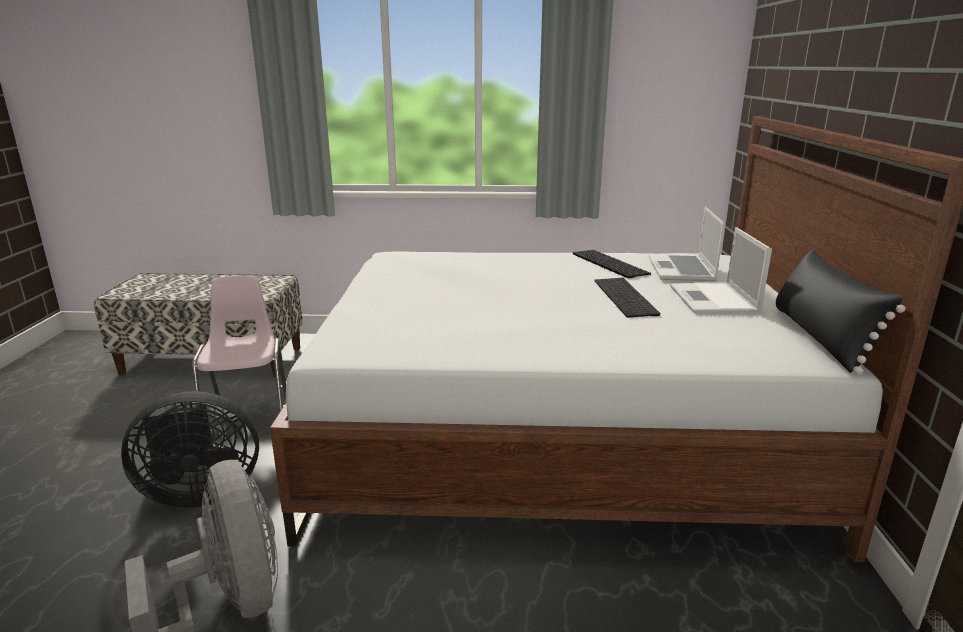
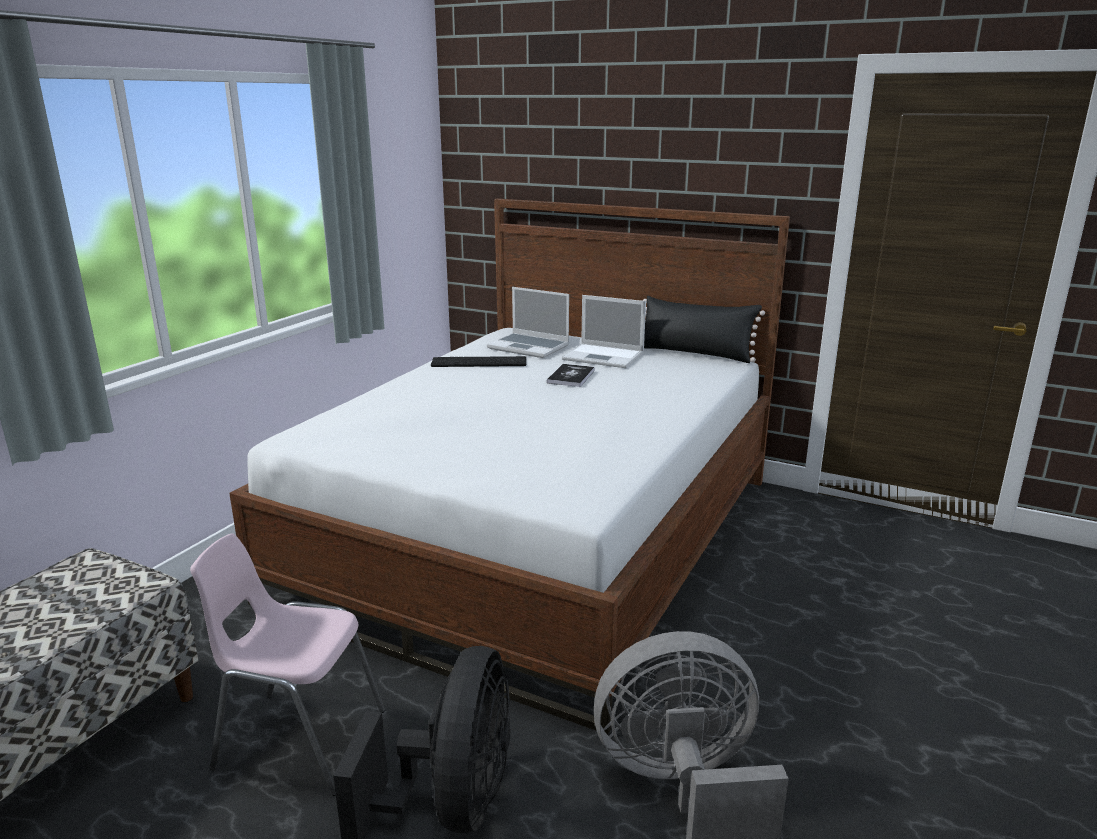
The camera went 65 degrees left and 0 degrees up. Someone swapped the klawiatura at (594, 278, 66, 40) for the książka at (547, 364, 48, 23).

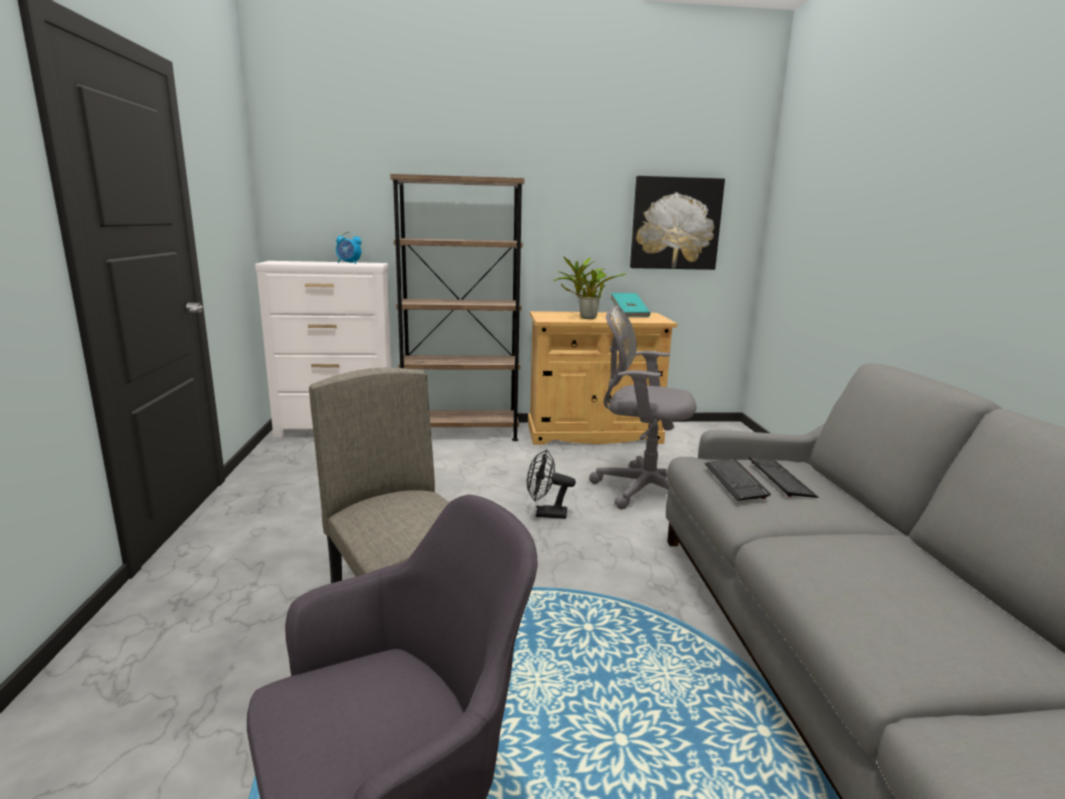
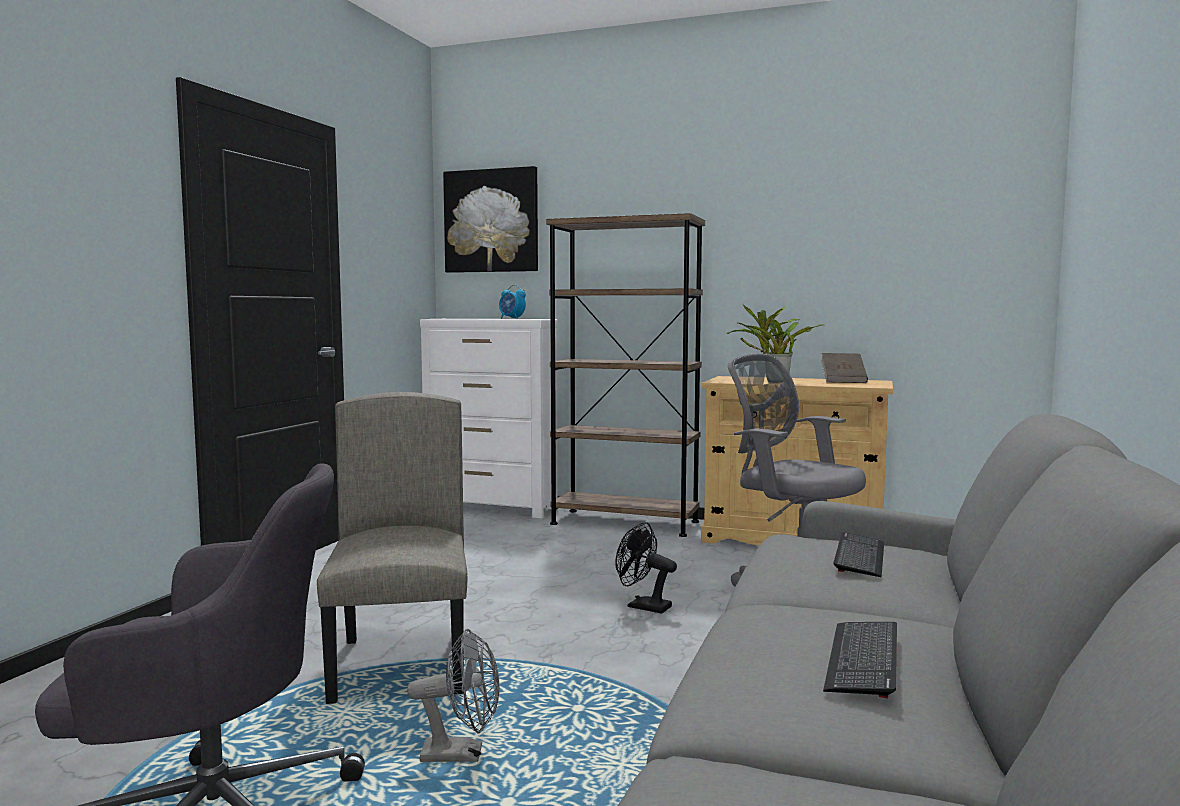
The camera went 25 degrees right and 10 degrees down. Someone repainted the książka/turkusowy at (610, 293, 40, 24), which became the książka/brązowy at (821, 353, 47, 30). Someone carried the obraz from (630, 176, 95, 94) to (443, 166, 95, 107). Someone carried the klawiatura from (705, 458, 66, 43) to (823, 622, 74, 76). Someone put down the wentylator/szary at (407, 629, 92, 133).

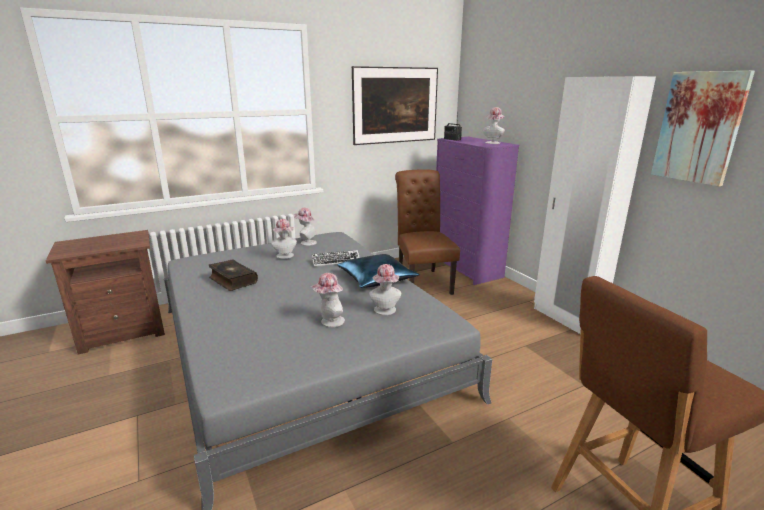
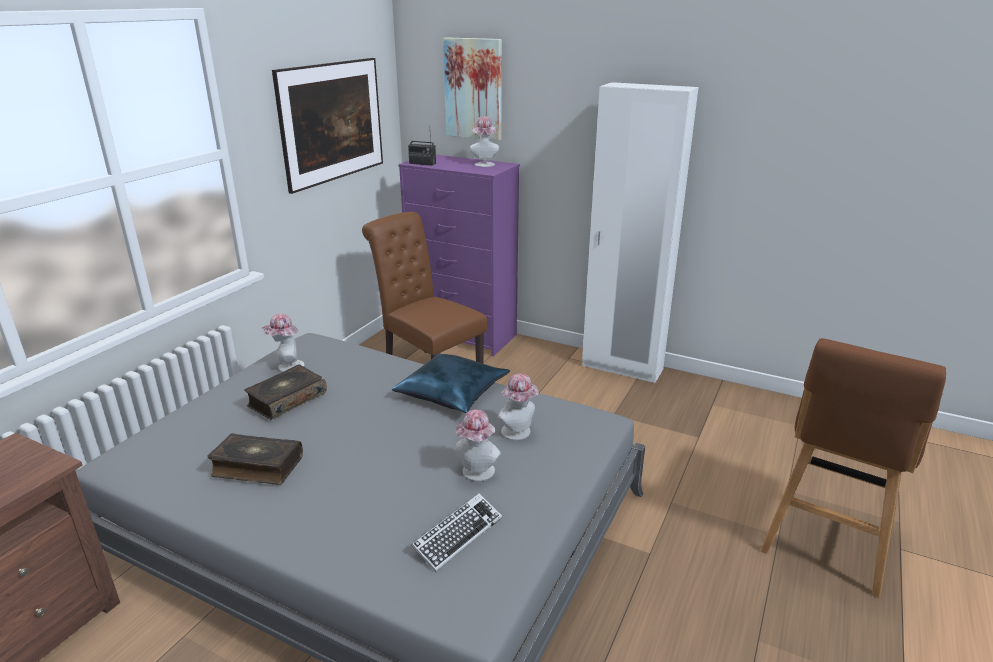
The camera went 35 degrees left and 5 degrees up. Someone swapped the kapelusz at (271, 219, 26, 40) for the książka at (244, 364, 83, 56). Someone carried the klawiatura from (312, 250, 48, 17) to (411, 493, 91, 79). Someone carried the obraz from (651, 71, 104, 116) to (443, 37, 59, 104).

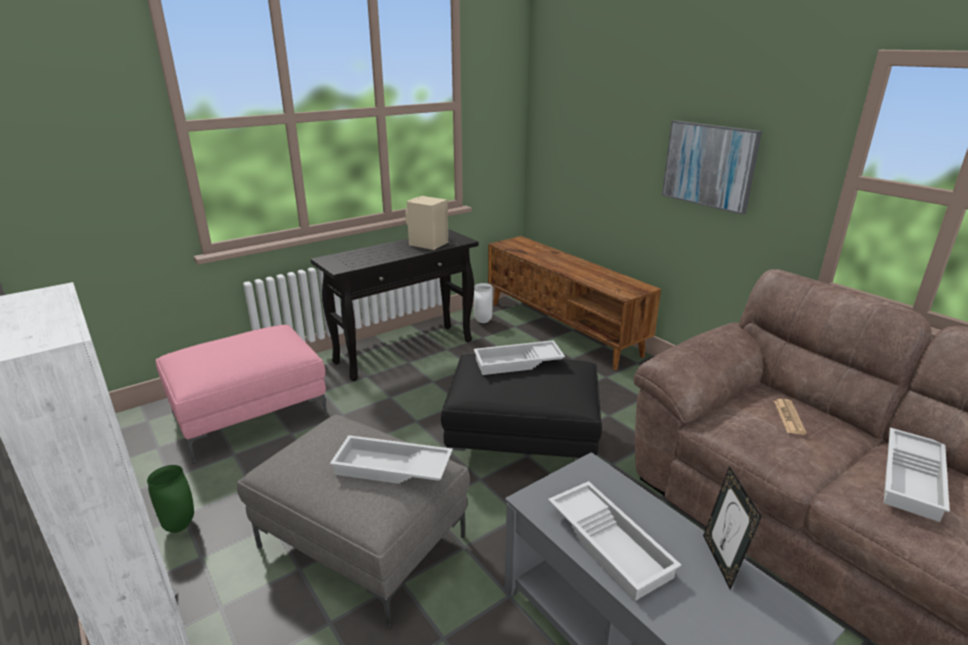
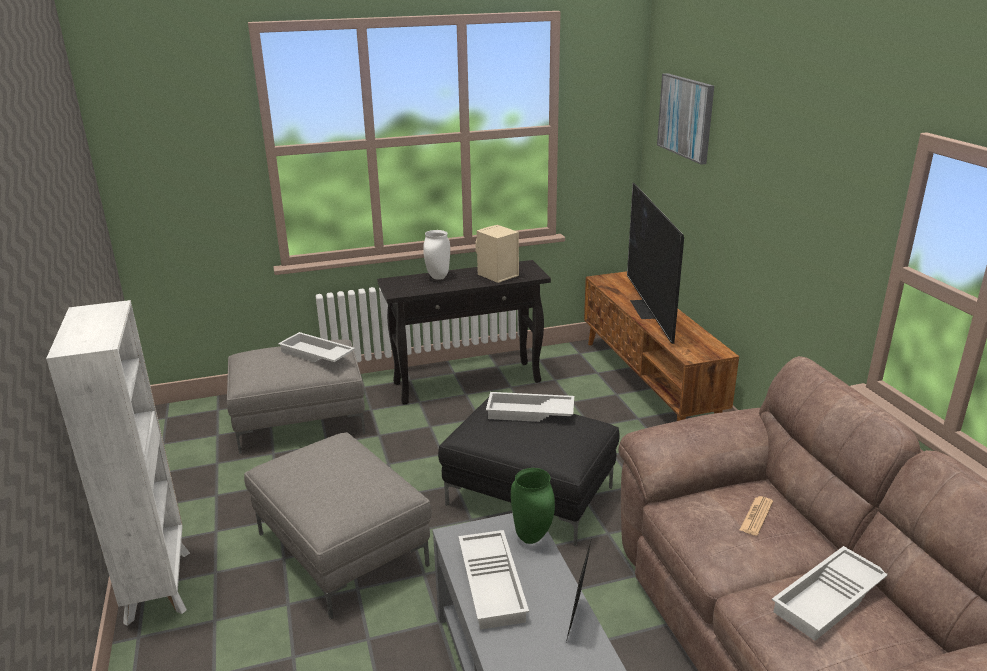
The camera went 20 degrees right and 0 degrees up. Someone carried the wazon/zielony from (147, 465, 47, 68) to (511, 468, 44, 76). Someone repainted the pufa/różowy at (156, 325, 171, 138), which became the pufa/szary at (227, 340, 138, 114). Someone carried the taca/biały from (330, 435, 123, 49) to (278, 332, 77, 30). Someone carried the wazon/biały from (474, 283, 19, 40) to (423, 230, 27, 50). Someone carried the obraz from (662, 120, 100, 95) to (657, 73, 57, 92). Someone put down the telewizor at (627, 183, 57, 161).

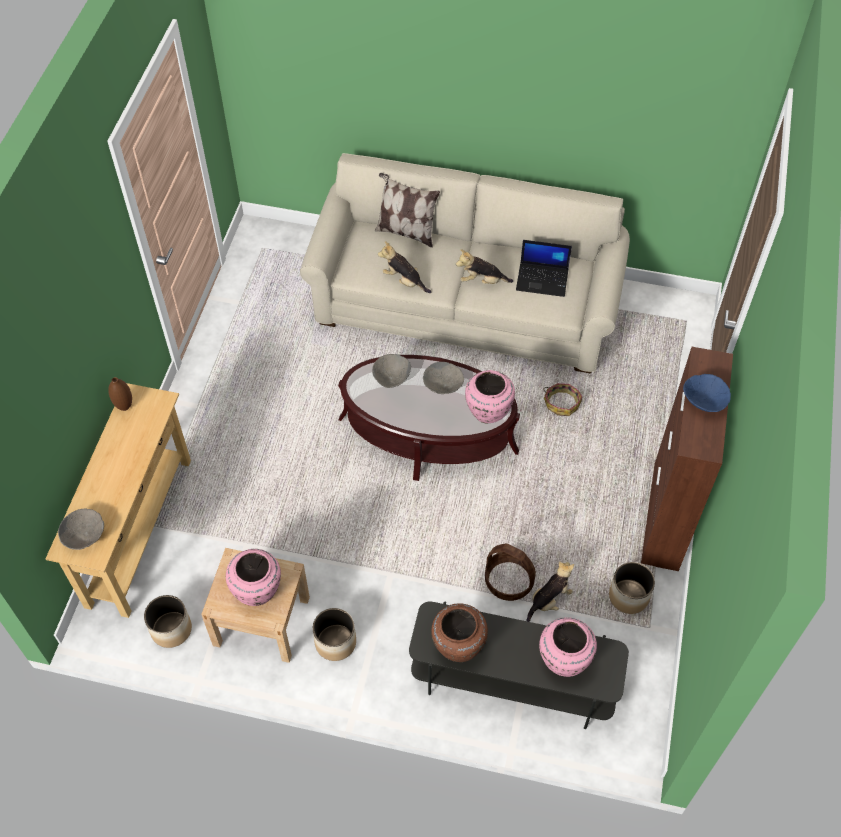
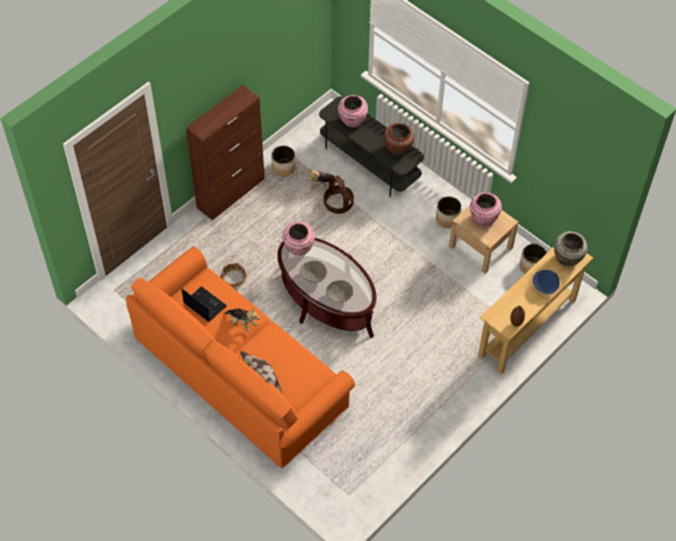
The camera went 150 degrees left and 0 degrees up. Someone swapped the miska/szary at (58, 509, 46, 41) for the wazon/beżowy at (554, 231, 34, 36). Someone repainted the kanapa/beżowy at (300, 153, 330, 221), which became the kanapa/pomarańczowy at (126, 247, 229, 221). Someone took away the pluszak at (378, 241, 53, 52). Someone carried the miska/niebieski from (683, 374, 48, 38) to (533, 270, 27, 24).

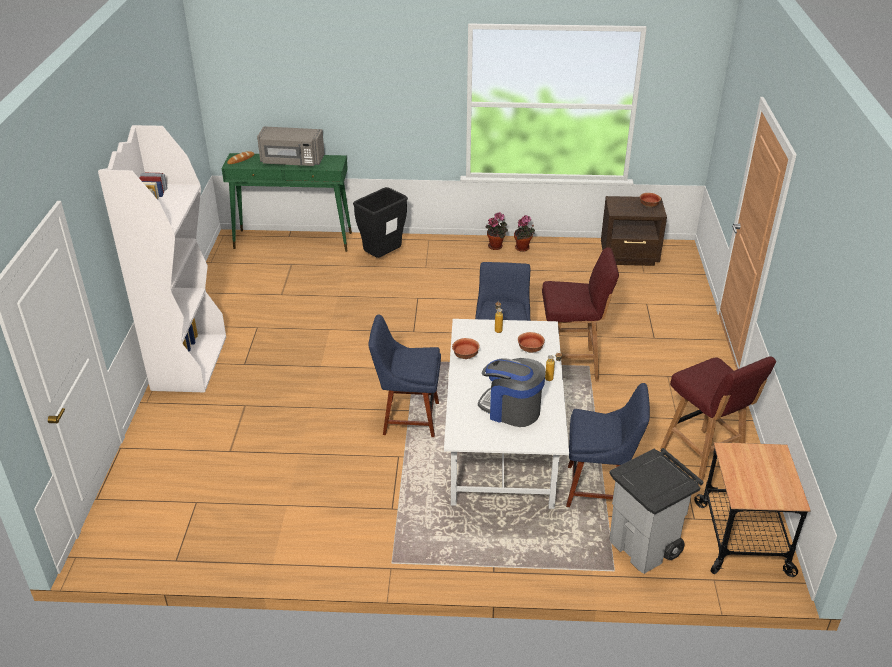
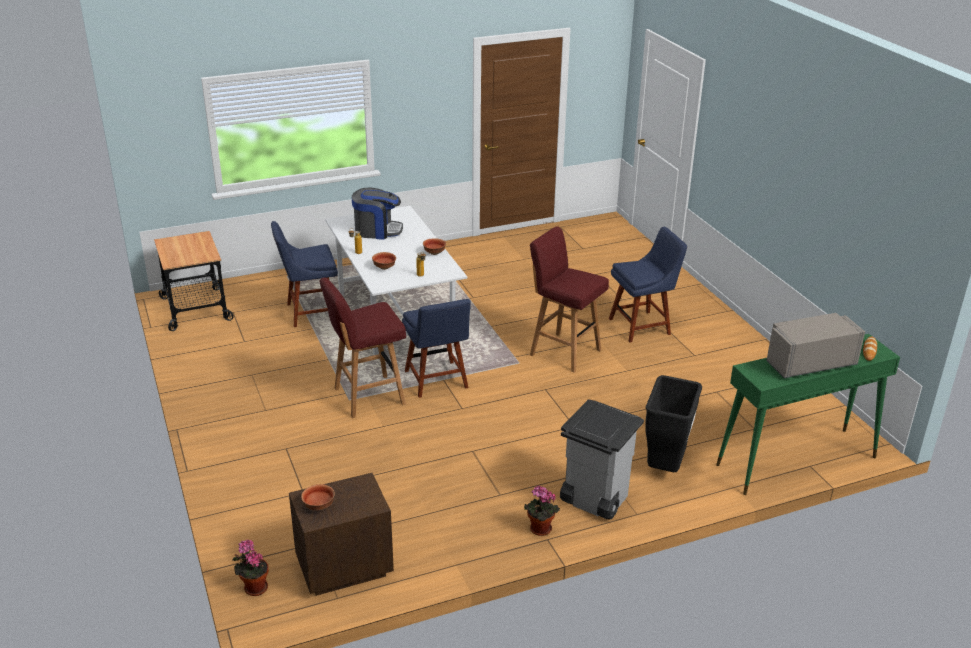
The camera went 155 degrees right and 5 degrees down. Someone took away the regał/biały at (98, 125, 128, 267). Someone carried the krzesło/niebieski from (369, 314, 72, 123) to (609, 227, 78, 116). Someone carried the roślina doniczkowa from (514, 215, 21, 37) to (233, 540, 36, 56). Someone carried the kosz na śmieci/szary from (609, 448, 95, 126) to (560, 399, 84, 121). Someone carried the stołek/czerwony from (660, 356, 116, 129) to (530, 226, 79, 147).

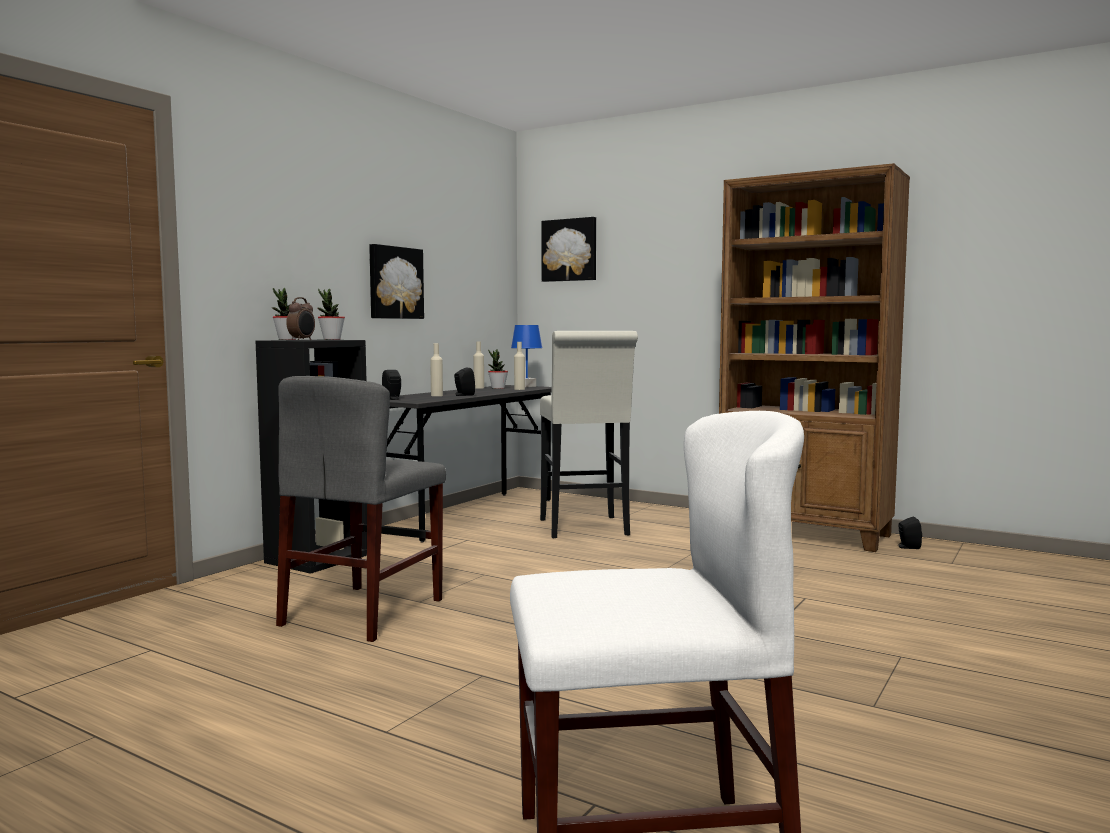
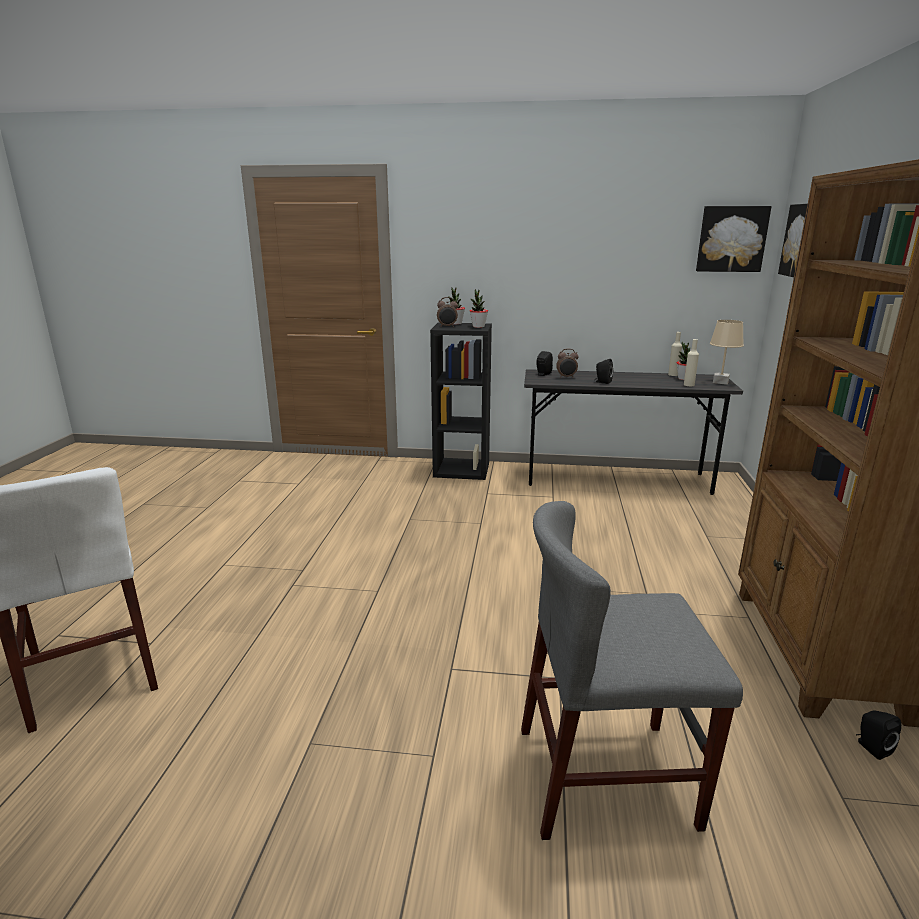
The camera went 65 degrees right and 15 degrees up. Someone carried the krzesło/szary from (276, 376, 170, 266) to (521, 501, 222, 339). Someone carried the obraz from (369, 244, 55, 75) to (696, 206, 76, 66). Someone took away the butelka/beżowy at (430, 343, 13, 53). Someone repainted the lampa stołowa/niebieski at (511, 325, 32, 62), which became the lampa stołowa/beżowy at (710, 320, 34, 65). Someone took away the stołek/biały at (540, 331, 98, 207). Someone put down the budzik at (556, 349, 23, 29).

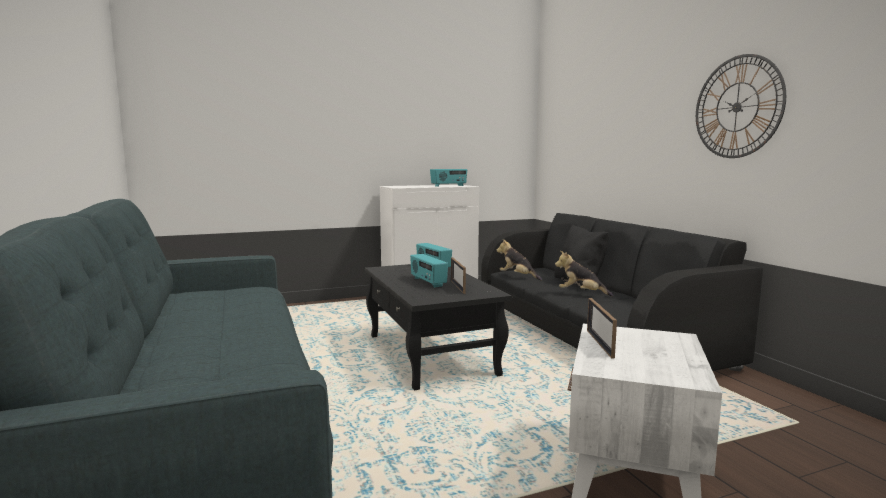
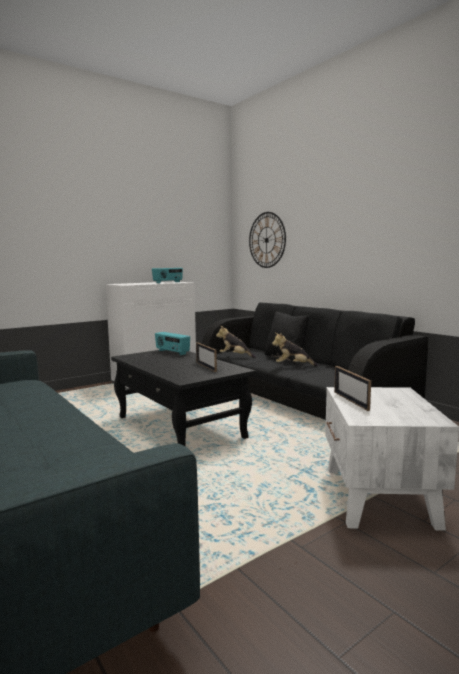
The camera went 15 degrees left and 0 degrees up. Someone took away the radio at (410, 254, 38, 34). Someone carried the zegar ścienny from (696, 54, 90, 104) to (249, 212, 37, 56).

